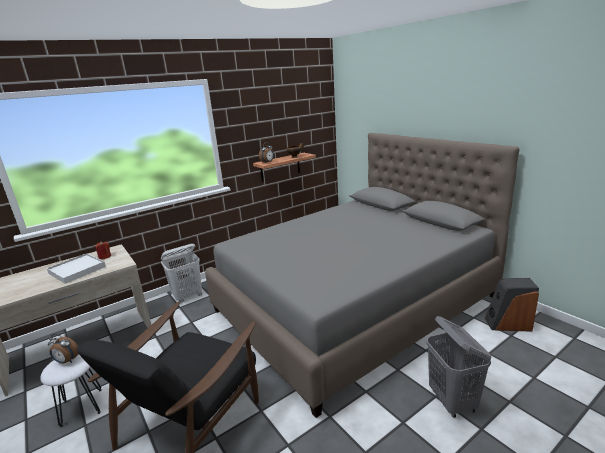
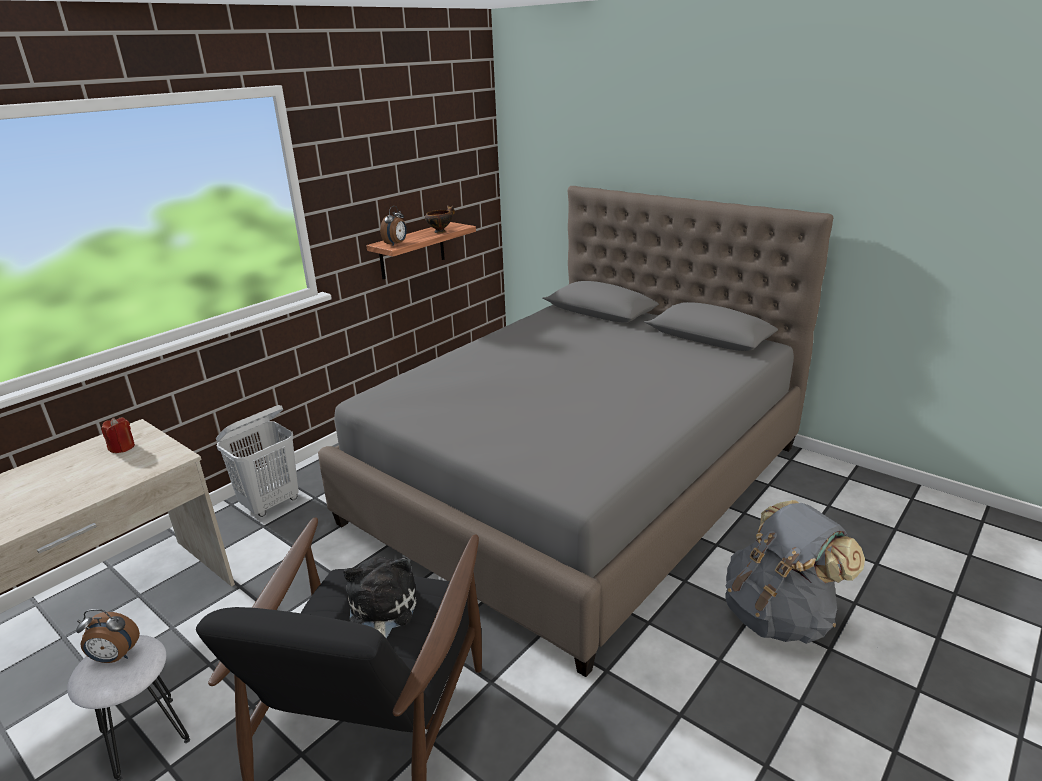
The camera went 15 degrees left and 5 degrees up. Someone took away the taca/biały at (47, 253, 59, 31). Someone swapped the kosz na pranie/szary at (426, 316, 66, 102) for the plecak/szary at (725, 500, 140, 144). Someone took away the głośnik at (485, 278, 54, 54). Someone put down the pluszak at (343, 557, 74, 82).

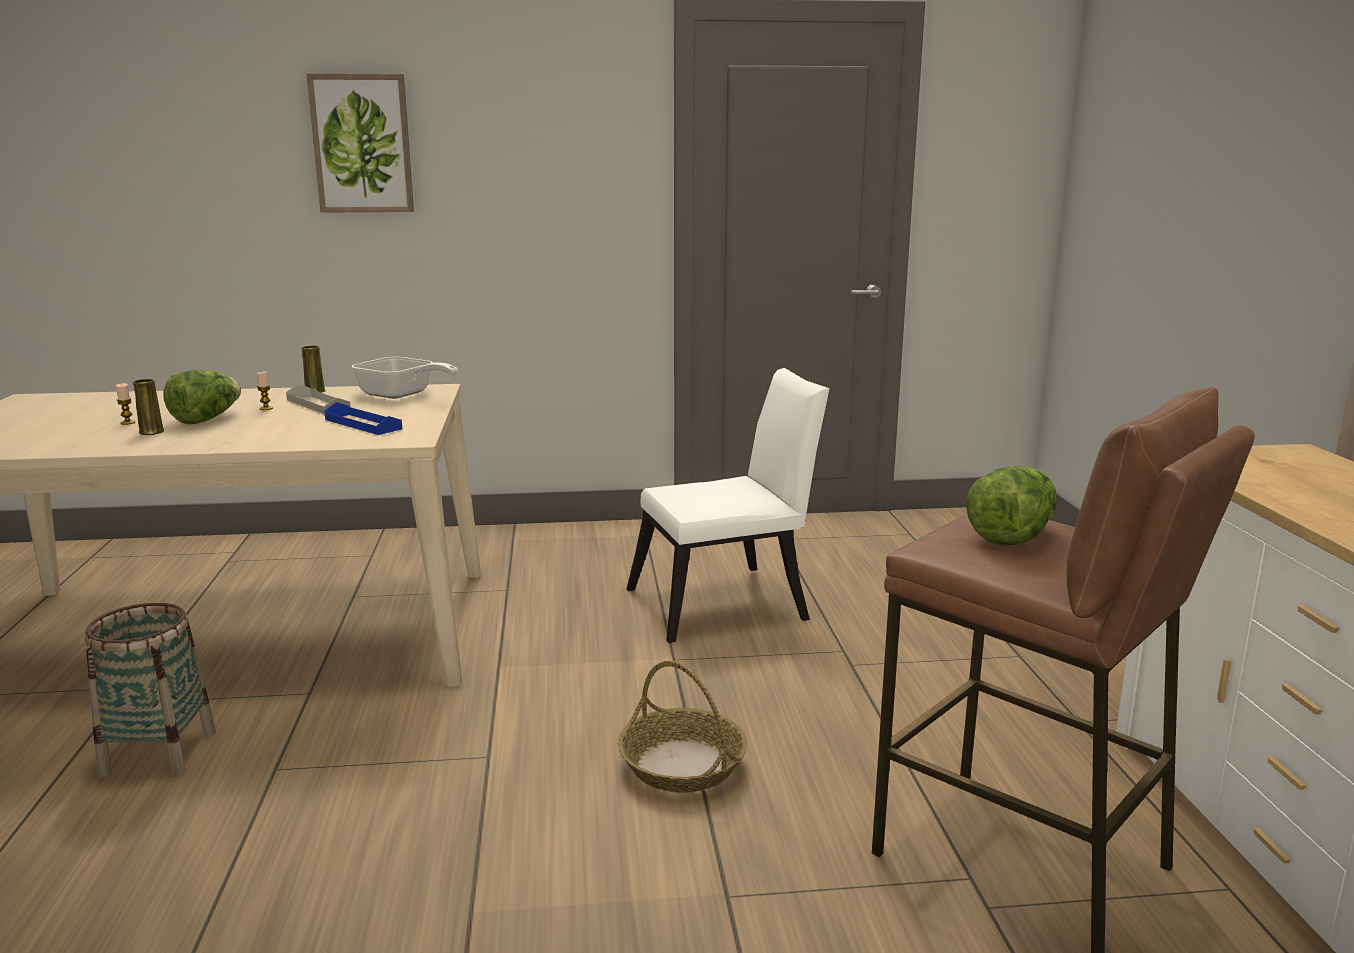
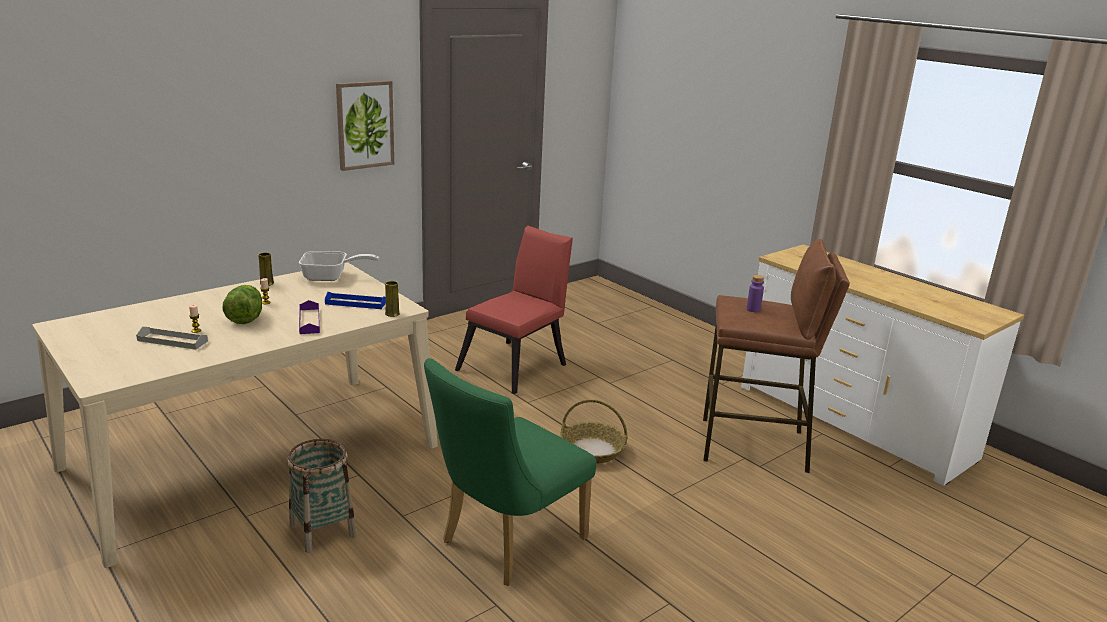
The camera went 35 degrees left and 5 degrees up. Someone carried the wazon/żółty from (133, 378, 31, 57) to (385, 281, 15, 36). Someone carried the taca/szary from (286, 384, 65, 31) to (136, 327, 72, 23). Someone carried the obraz from (307, 74, 107, 139) to (336, 81, 58, 90). Someone repainted the krzesło/biały at (627, 368, 203, 275), which became the krzesło/czerwony at (455, 226, 118, 168). Someone swapped the sałata at (966, 466, 91, 80) for the butelka/fioletowy at (747, 275, 17, 37). Someone put down the taca/fioletowy at (299, 300, 21, 34). Someone put down the krzesło/zielony at (424, 358, 173, 228).

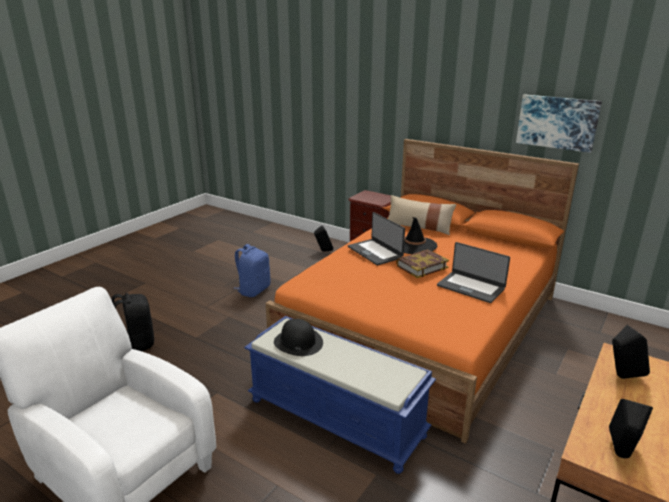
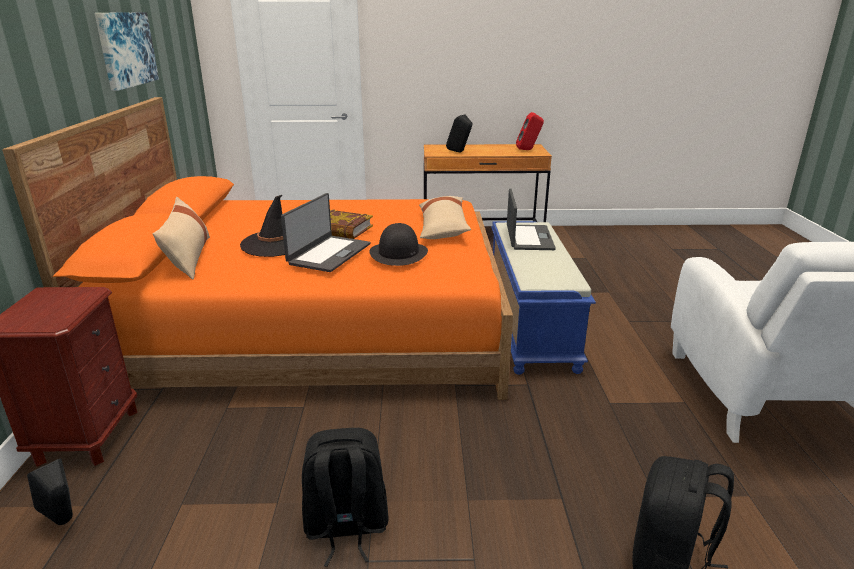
The camera went 125 degrees left and 0 degrees up. Someone repainted the plecak/niebieski at (234, 244, 36, 53), which became the plecak/czarny at (302, 428, 86, 139). Someone carried the kapelusz/czarny from (274, 319, 49, 37) to (369, 223, 59, 43). Someone carried the laptop from (437, 242, 73, 61) to (507, 189, 49, 61). Someone repainted the głośnik/czarny at (609, 399, 44, 59), which became the głośnik/czerwony at (516, 112, 28, 38). Someone put down the poduszka/beżowy at (419, 196, 52, 43).

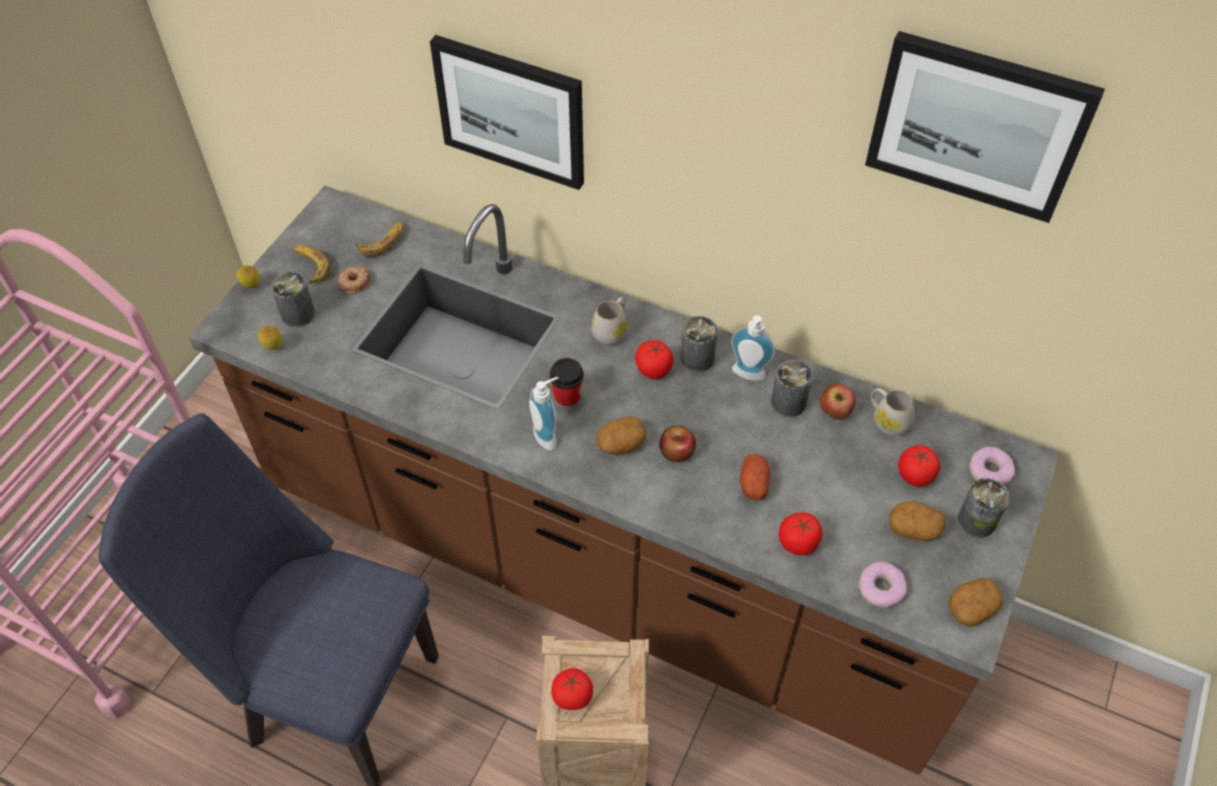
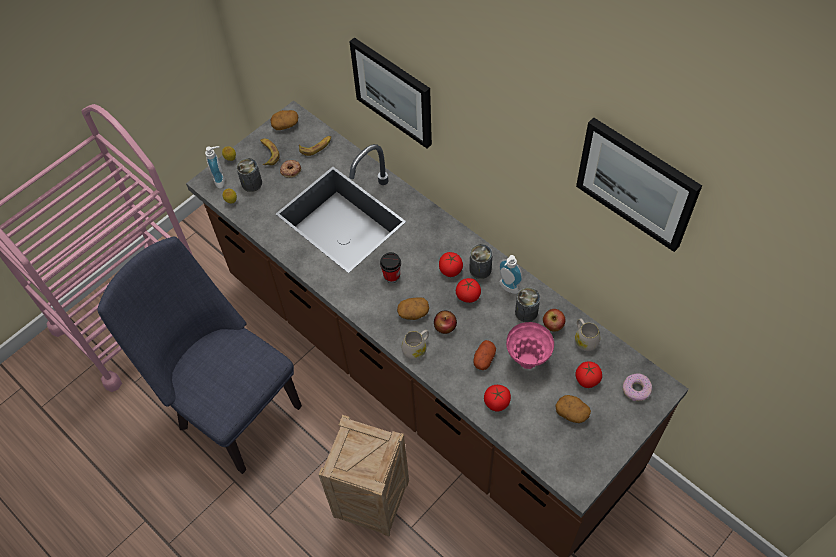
The camera went 20 degrees right and 5 degrees up. Someone carried the dozownik mydła from (529, 377, 29, 74) to (205, 146, 20, 43). Someone carried the pomidor from (551, 668, 42, 42) to (456, 278, 25, 25). Someone carried the kubek/biały from (591, 297, 37, 48) to (402, 330, 27, 30). Someone took away the donut at (859, 562, 48, 46). Someone carried the ziemniak from (949, 578, 54, 49) to (271, 110, 27, 20). Someone took away the puszka at (958, 478, 52, 60). Someone put down the wazon/różowy at (506, 322, 48, 47).

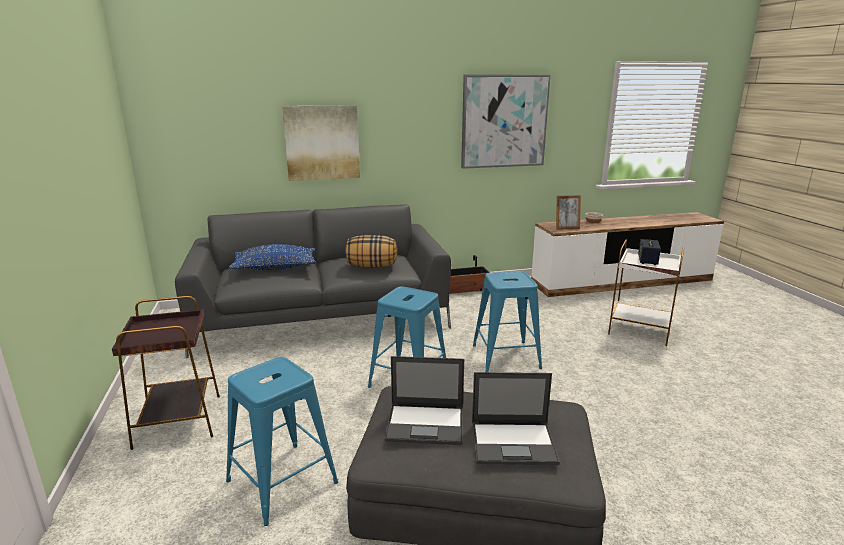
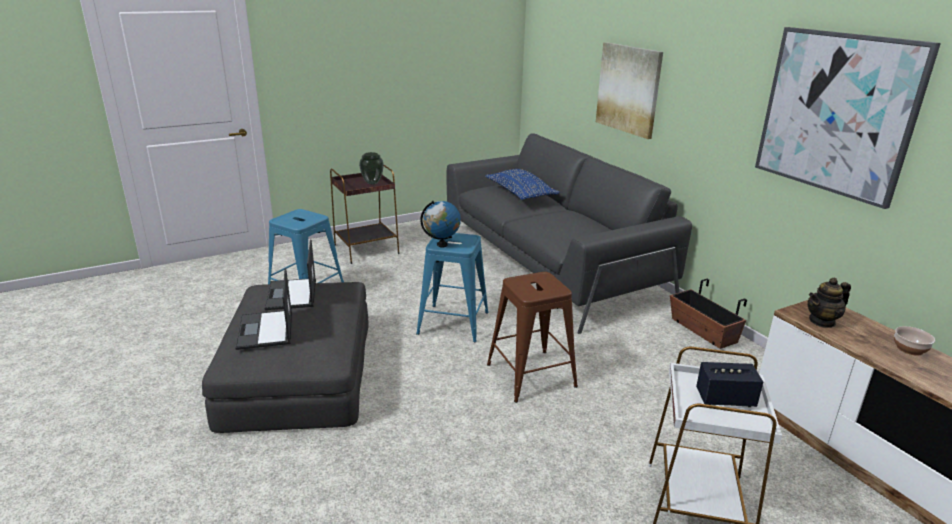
The camera went 75 degrees right and 5 degrees up. Someone took away the poduszka at (345, 235, 52, 32). Someone repainted the stołek/niebieski at (473, 271, 69, 101), which became the stołek/brązowy at (487, 272, 91, 131). Someone swapped the ramka na zdjęcie at (556, 195, 25, 35) for the imbryk at (807, 277, 44, 51). Someone put down the wazon at (359, 152, 25, 33). Someone put down the globus at (420, 201, 41, 47).

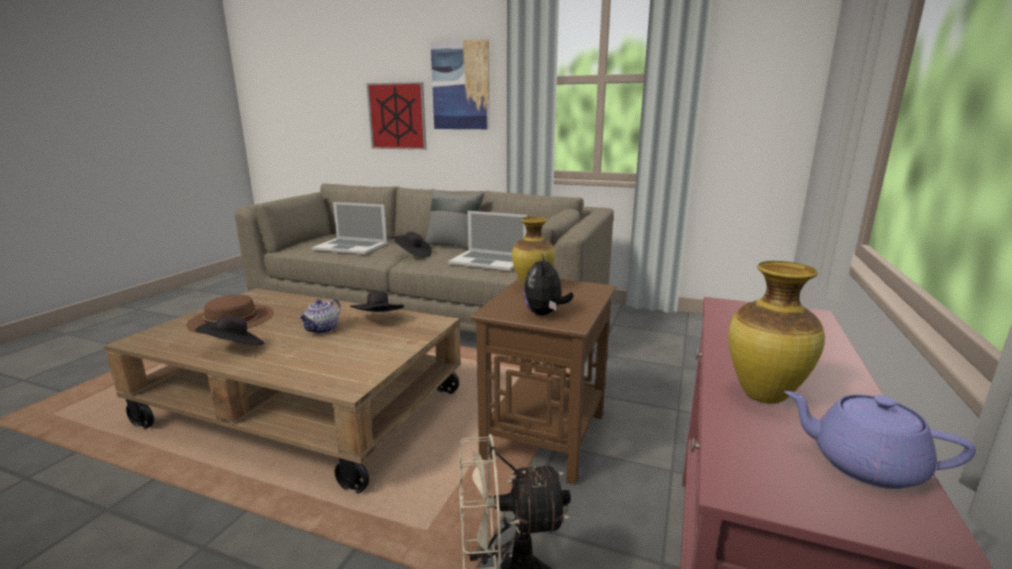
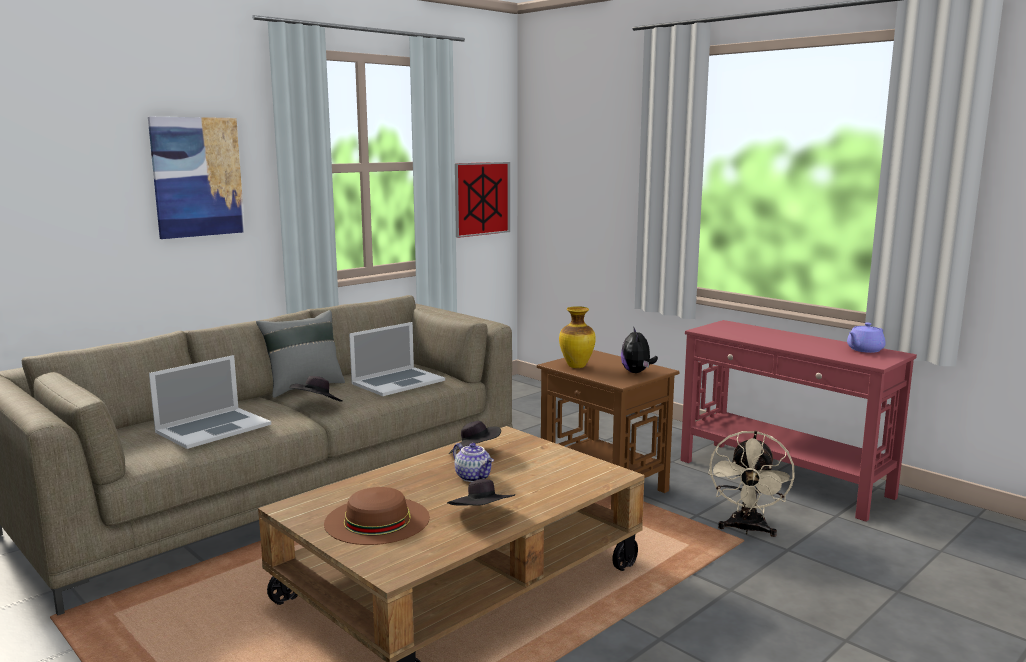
The camera went 65 degrees left and 5 degrees down. Someone carried the obraz from (366, 82, 61, 68) to (455, 162, 55, 76). Someone rotated the pluszak at (523, 254, 50, 61) by 60 degrees clockwise. Someone took away the wazon at (728, 261, 97, 143).

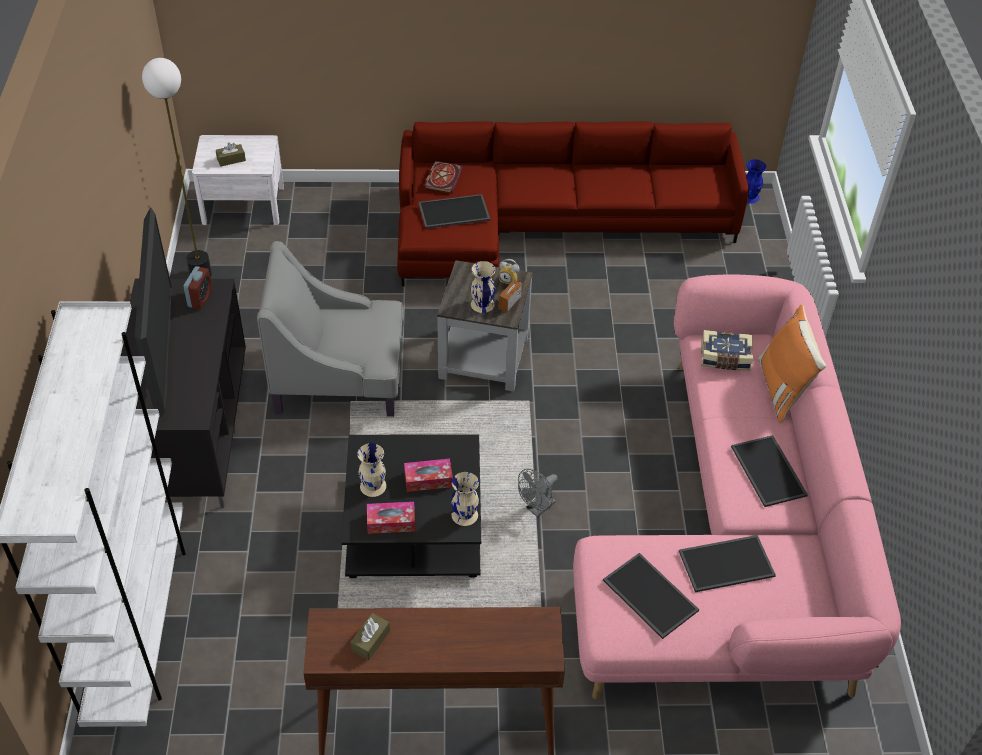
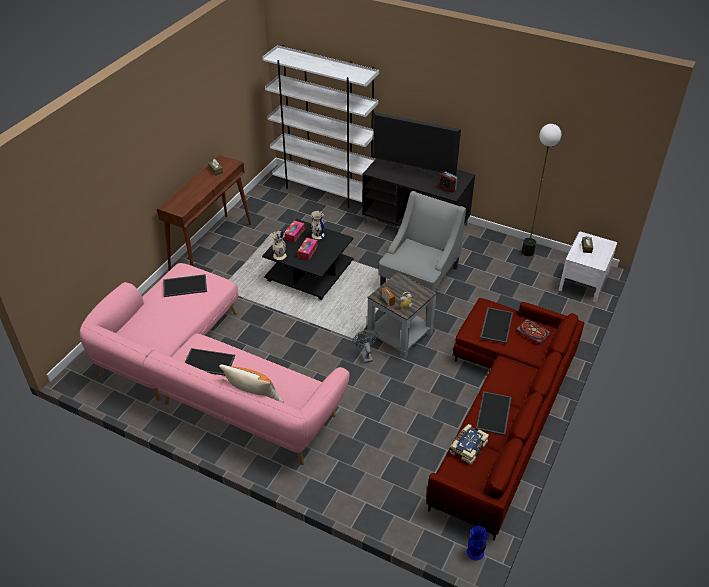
The camera went 120 degrees right and 5 degrees down. Someone took away the wazon/beżowy at (471, 261, 25, 52). Someone carried the wentylator/szary from (518, 469, 40, 48) to (352, 330, 26, 33). Someone carried the taca from (679, 535, 97, 57) to (476, 391, 36, 45). Someone carried the książka from (701, 330, 52, 41) to (450, 424, 39, 41).

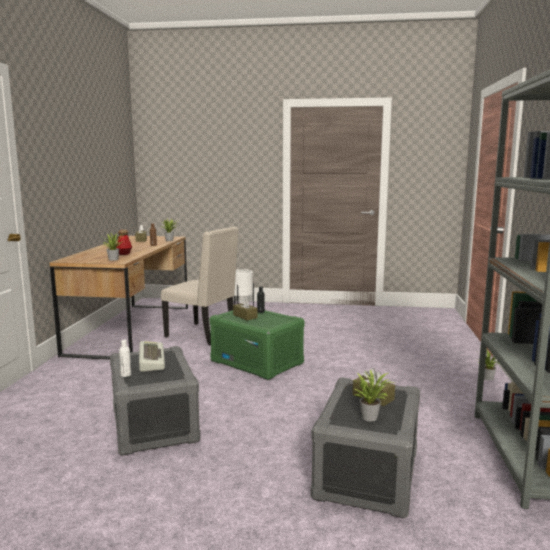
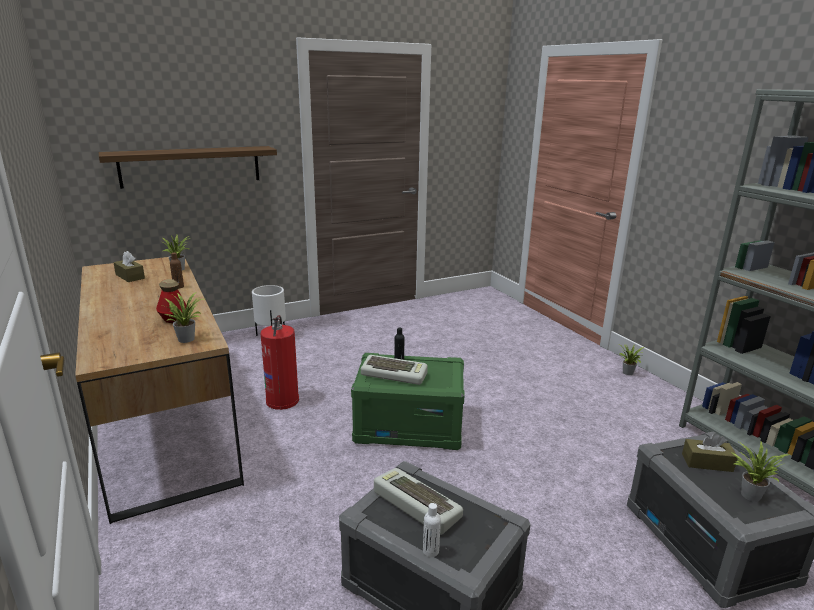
The camera went 35 degrees left and 10 degrees up. Someone swapped the krzesło/beżowy at (161, 227, 78, 118) for the gaśnica at (261, 315, 38, 95). Someone swapped the pudełko chusteczek/brązowy at (233, 297, 25, 23) for the klawiatura at (361, 355, 67, 30). Someone put up the półka at (99, 146, 178, 43).

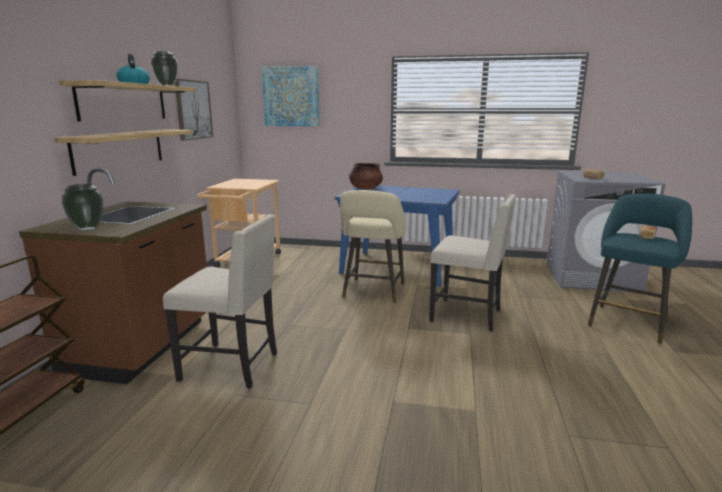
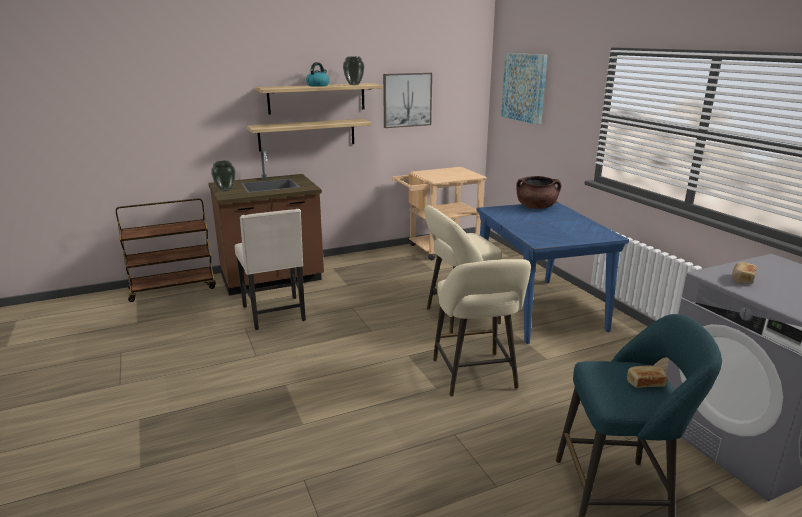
The camera went 55 degrees right and 5 degrees up. Someone swapped the krzesło/beżowy at (429, 194, 87, 138) for the stołek/beżowy at (433, 259, 98, 138).

